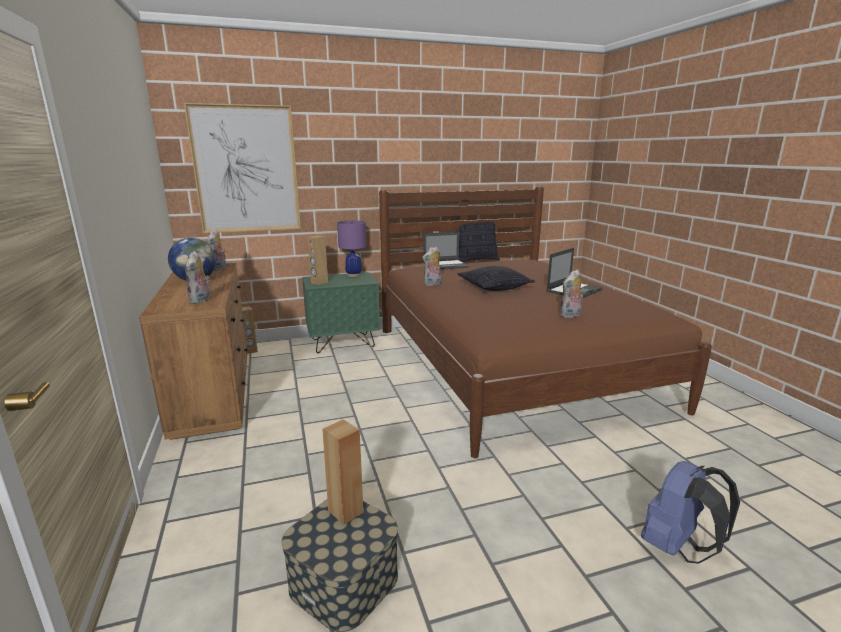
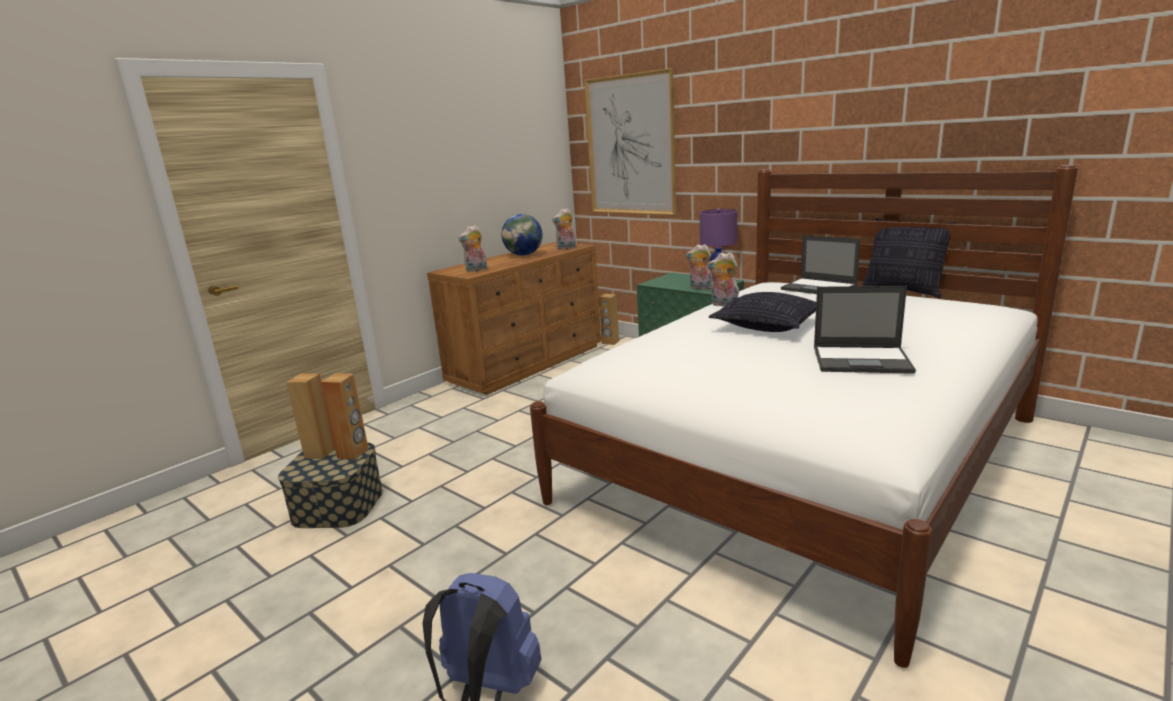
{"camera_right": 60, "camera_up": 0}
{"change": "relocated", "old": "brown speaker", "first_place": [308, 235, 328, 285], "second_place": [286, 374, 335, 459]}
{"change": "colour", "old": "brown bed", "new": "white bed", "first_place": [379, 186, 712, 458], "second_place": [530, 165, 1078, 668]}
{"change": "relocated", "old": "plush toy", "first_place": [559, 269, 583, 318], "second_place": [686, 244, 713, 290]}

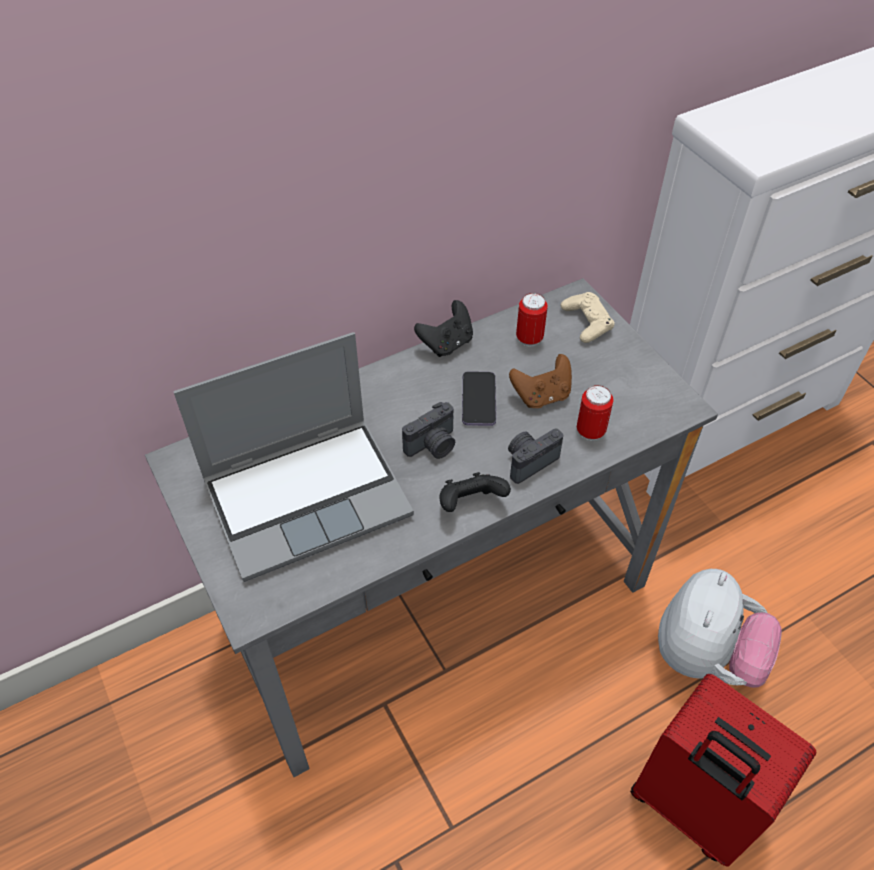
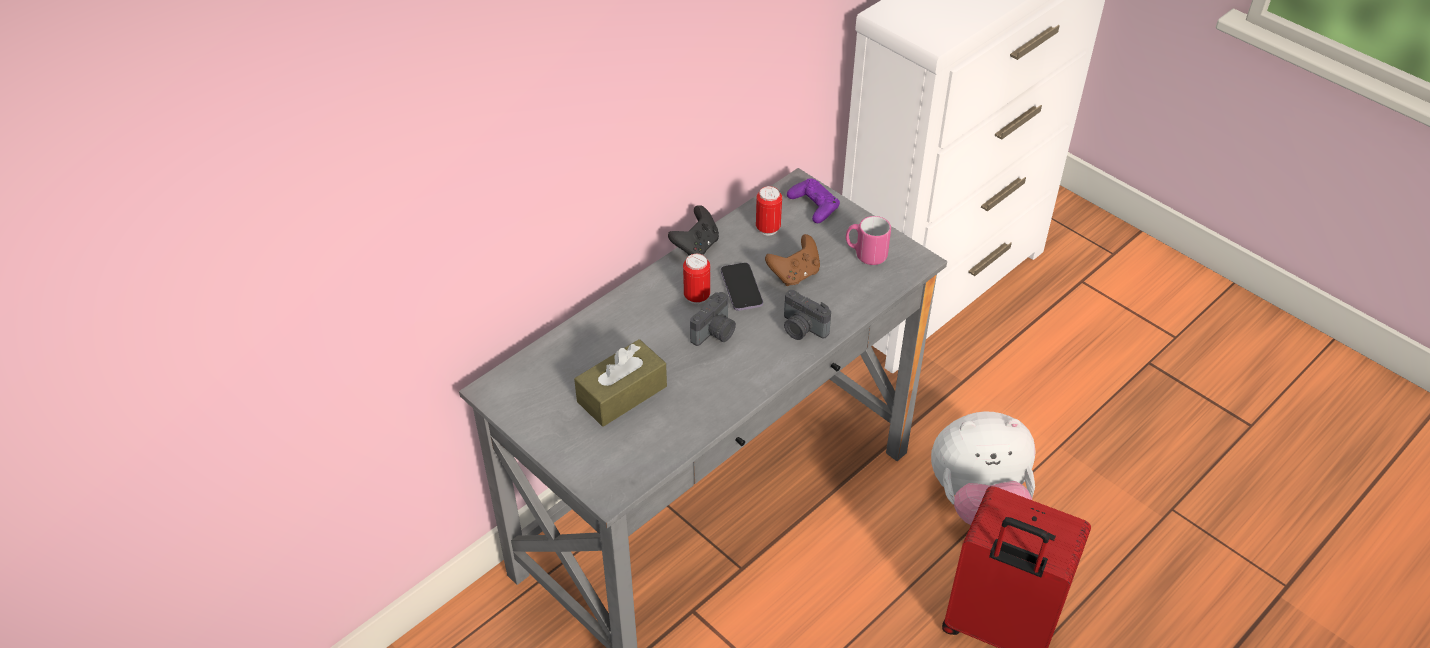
{"camera_right": -15, "camera_up": -5}
{"change": "exchanged", "old": "laptop", "new": "brown tissue box", "first_place": [174, 332, 414, 582], "second_place": [574, 339, 667, 427]}
{"change": "relocated", "old": "can", "first_place": [577, 385, 614, 441], "second_place": [683, 254, 710, 304]}
{"change": "spun", "old": "photo camera", "first_place": [508, 429, 563, 484], "second_place": [784, 290, 831, 340], "degrees": -90}
{"change": "colour", "old": "beige game controller", "new": "purple game controller", "first_place": [560, 292, 615, 343], "second_place": [787, 178, 840, 223]}
{"change": "appeared", "new": "pink mug", "second_place": [846, 216, 891, 265]}
{"change": "spun", "old": "plush toy", "first_place": [658, 569, 782, 688], "second_place": [931, 412, 1036, 525], "degrees": 75}
{"change": "missing", "old": "black game controller", "first_place": [439, 472, 511, 512]}

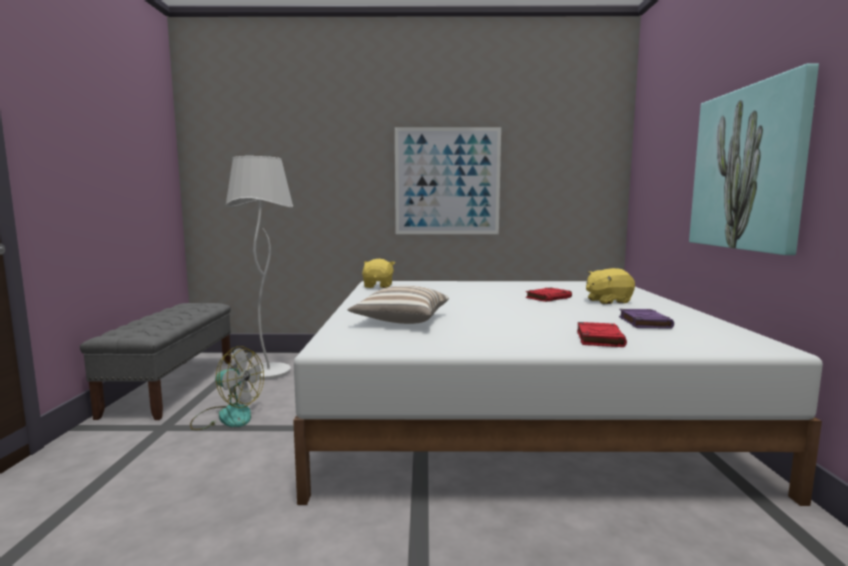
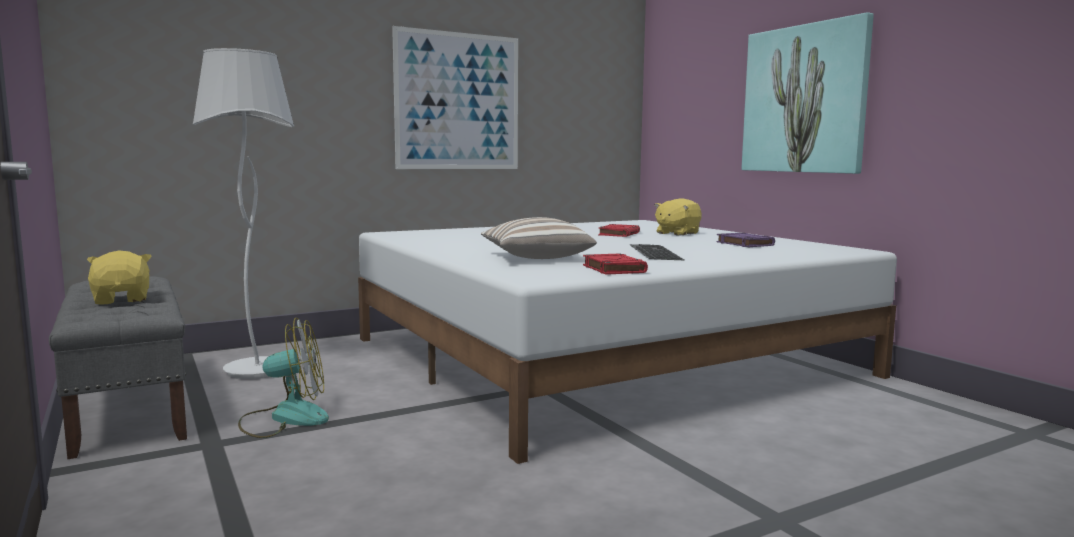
{"camera_right": -30, "camera_up": 0}
{"change": "relocated", "old": "yellow plush toy", "first_place": [362, 259, 395, 288], "second_place": [87, 250, 152, 305]}
{"change": "relocated", "old": "red book", "first_place": [577, 322, 627, 347], "second_place": [583, 254, 648, 275]}
{"change": "appeared", "new": "keyboard", "second_place": [630, 244, 684, 260]}

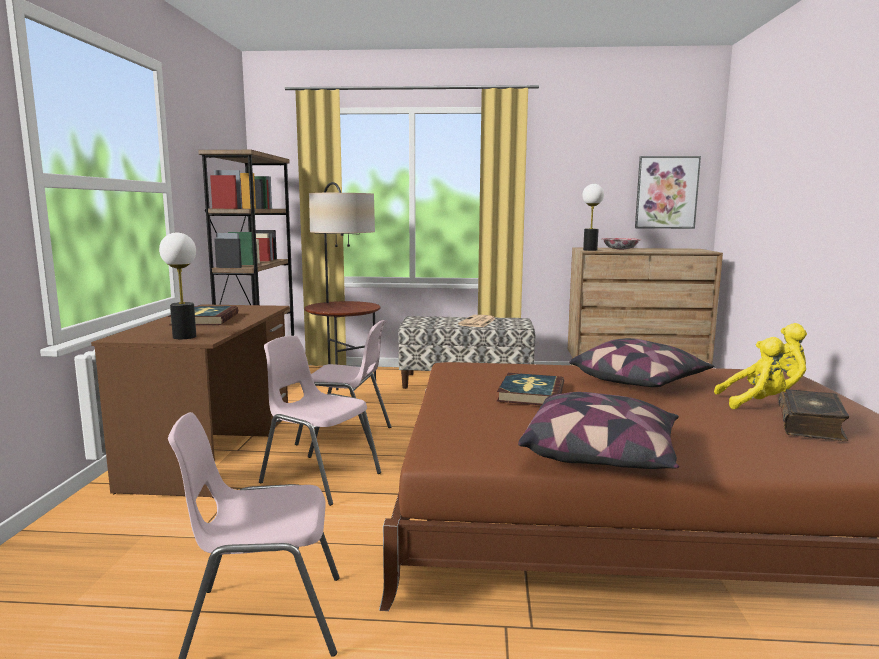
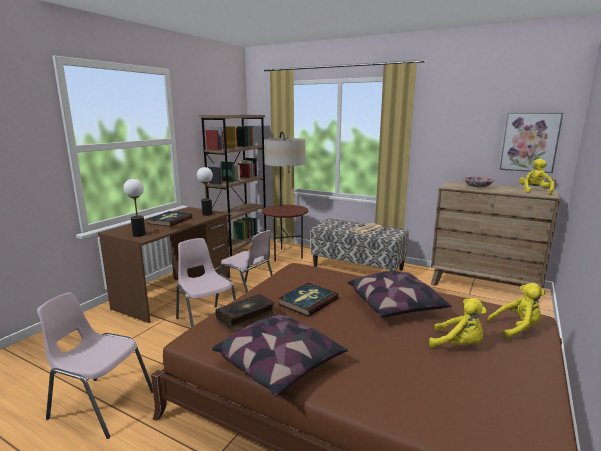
{"camera_right": 25, "camera_up": 5}
{"change": "relocated", "old": "table lamp", "first_place": [582, 184, 604, 251], "second_place": [197, 167, 213, 216]}
{"change": "relocated", "old": "book", "first_place": [778, 389, 849, 441], "second_place": [215, 294, 275, 333]}
{"change": "appeared", "new": "yellow plush toy", "second_place": [519, 159, 555, 195]}

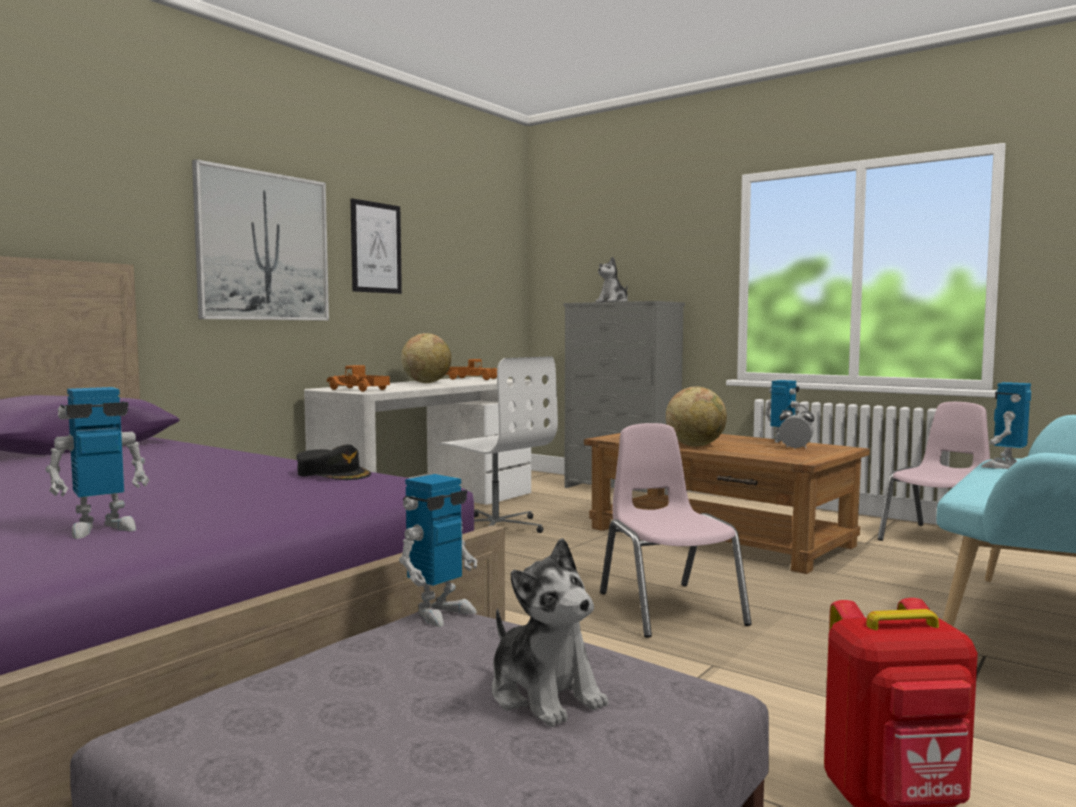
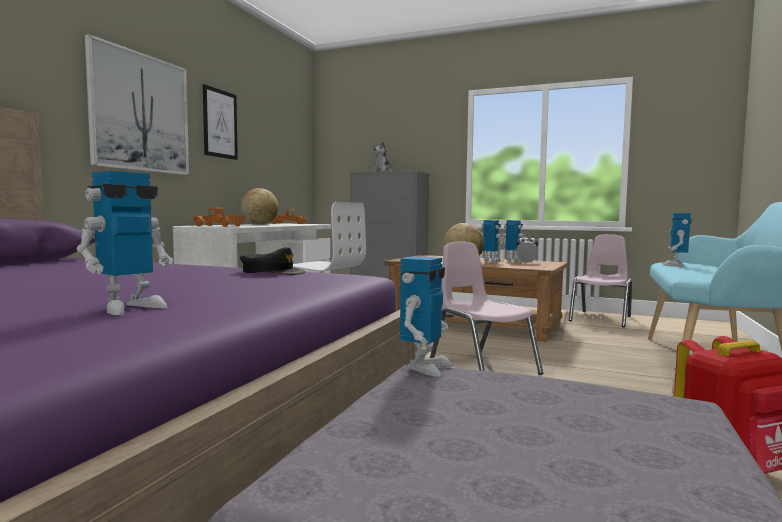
{"camera_right": -15, "camera_up": 0}
{"change": "appeared", "new": "toy robot", "second_place": [481, 220, 505, 262]}
{"change": "missing", "old": "plush toy", "first_place": [492, 538, 608, 727]}

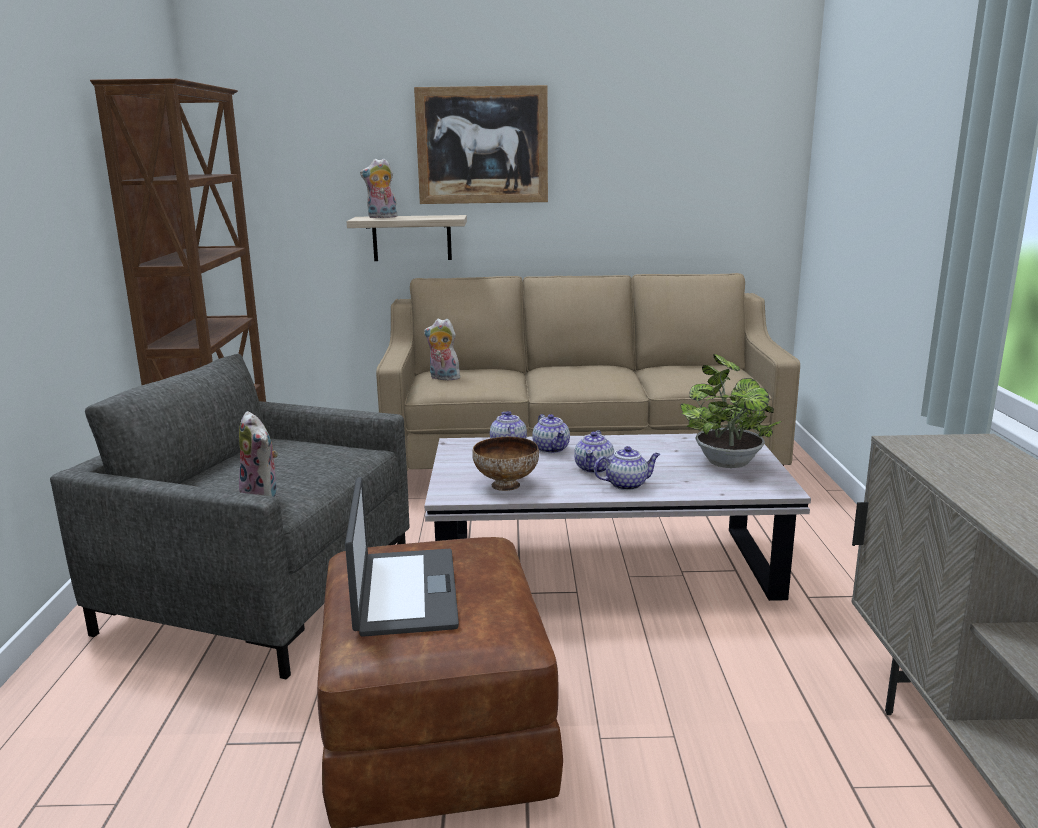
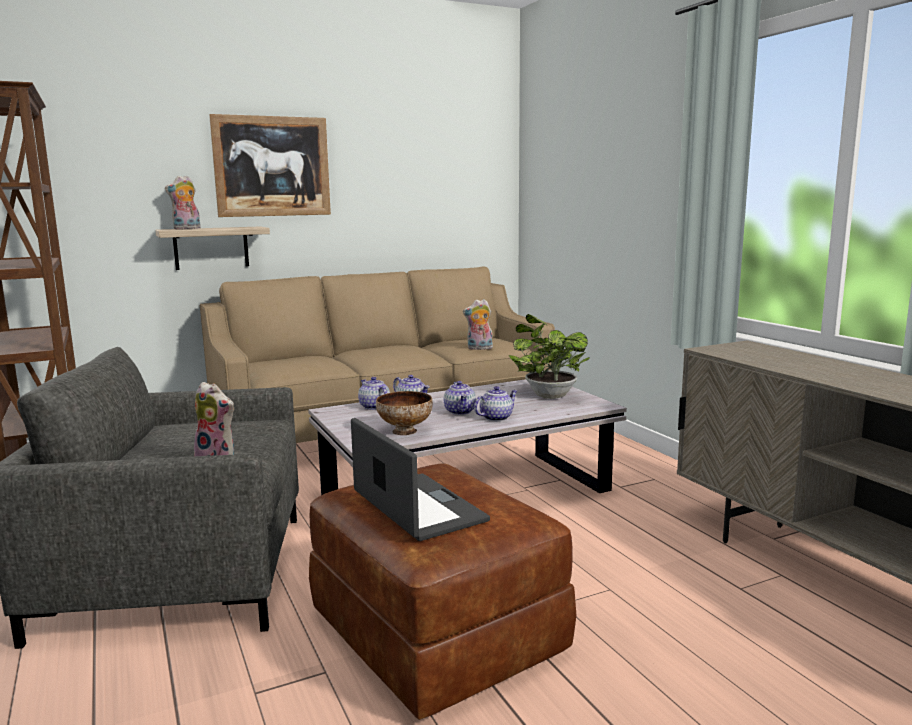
{"camera_right": -25, "camera_up": -5}
{"change": "relocated", "old": "plush toy", "first_place": [424, 319, 460, 380], "second_place": [463, 299, 493, 350]}

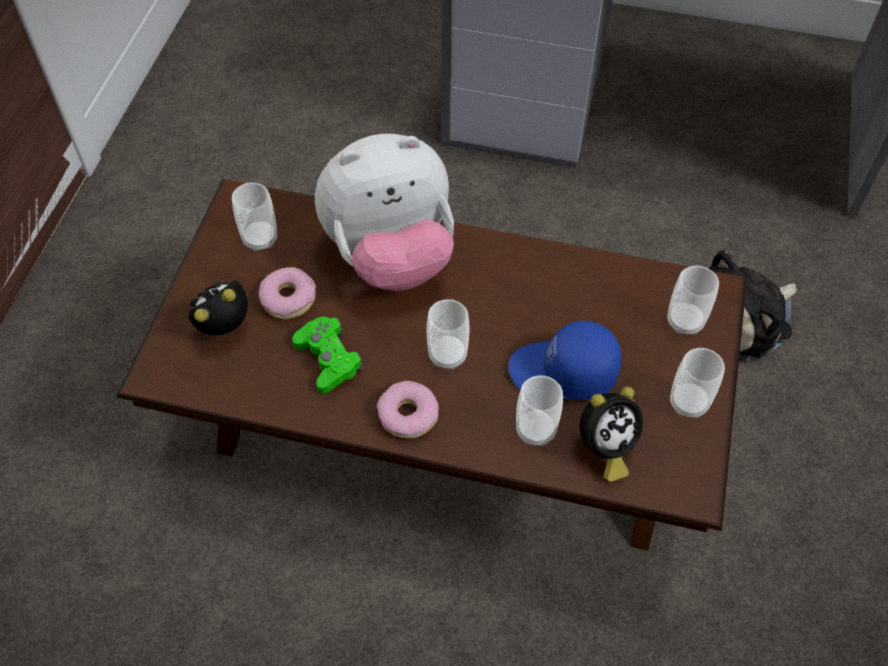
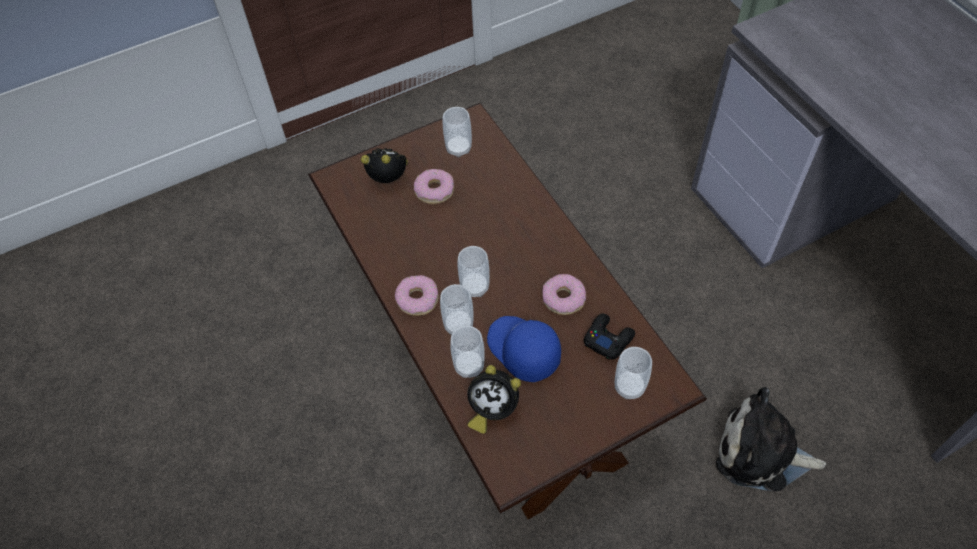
{"camera_right": 50, "camera_up": 0}
{"change": "relocated", "old": "cup", "first_place": [670, 348, 725, 418], "second_place": [440, 284, 474, 335]}
{"change": "appeared", "new": "donut", "second_place": [542, 274, 586, 315]}
{"change": "appeared", "new": "black game controller", "second_place": [584, 314, 635, 360]}
{"change": "missing", "old": "green game controller", "first_place": [292, 317, 363, 394]}
{"change": "missing", "old": "plush toy", "first_place": [315, 134, 454, 291]}

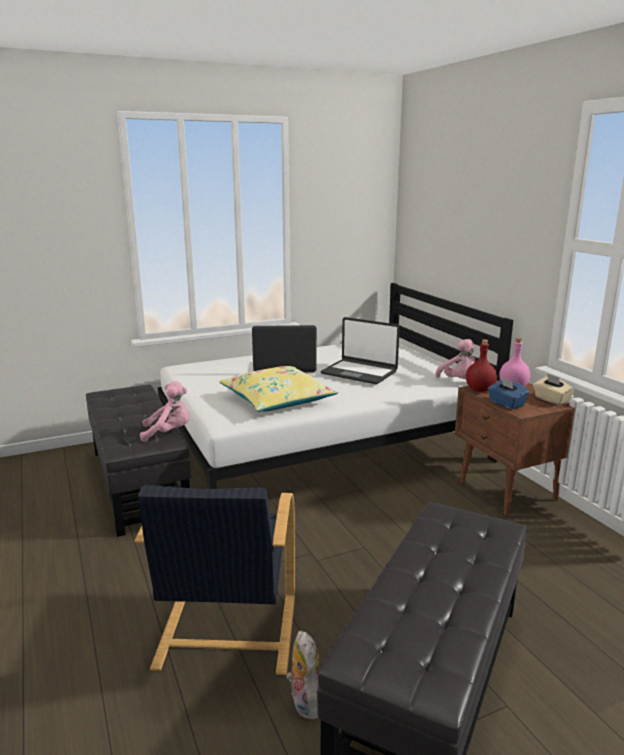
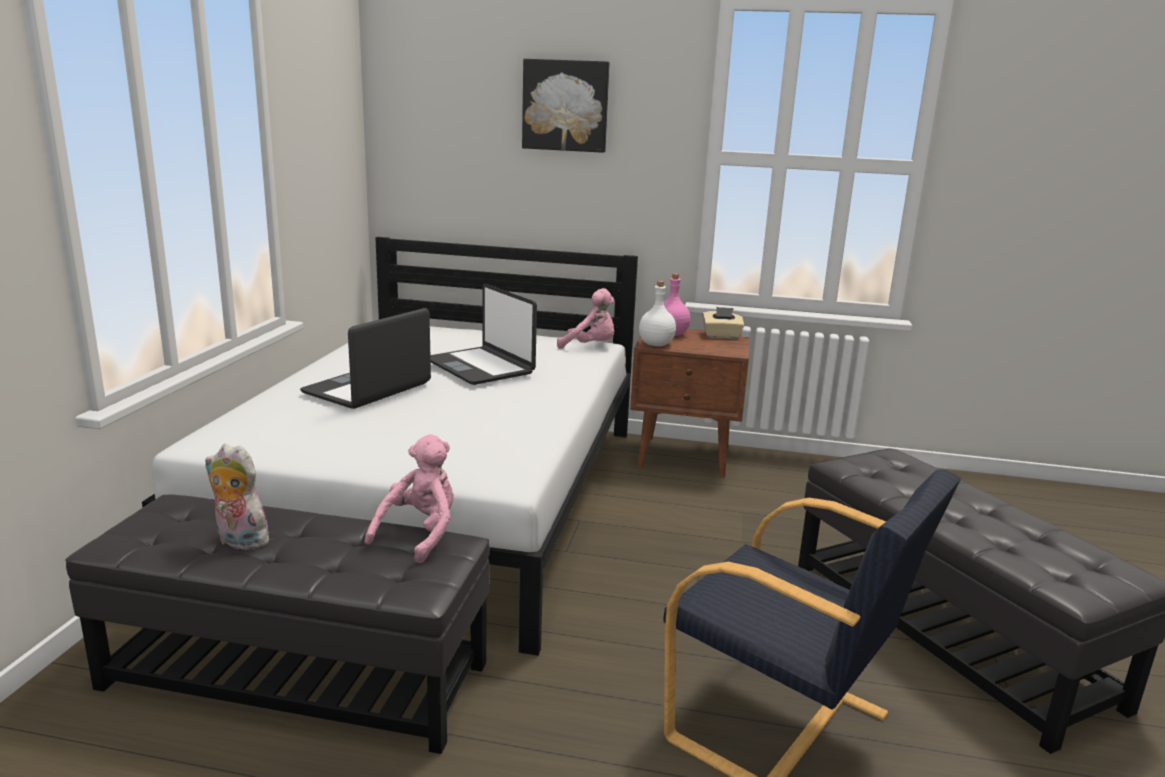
{"camera_right": -55, "camera_up": 0}
{"change": "relocated", "old": "plush toy", "first_place": [286, 631, 320, 720], "second_place": [205, 444, 271, 550]}
{"change": "spun", "old": "laptop", "first_place": [320, 317, 400, 384], "second_place": [430, 284, 537, 385], "degrees": 75}
{"change": "appeared", "new": "picture", "second_place": [522, 59, 610, 153]}
{"change": "colour", "old": "red bottle", "new": "white bottle", "first_place": [466, 339, 497, 392], "second_place": [639, 281, 676, 346]}
{"change": "missing", "old": "yellow pillow", "first_place": [219, 366, 338, 412]}
{"change": "missing", "old": "blue tissue box", "first_place": [488, 377, 529, 409]}

